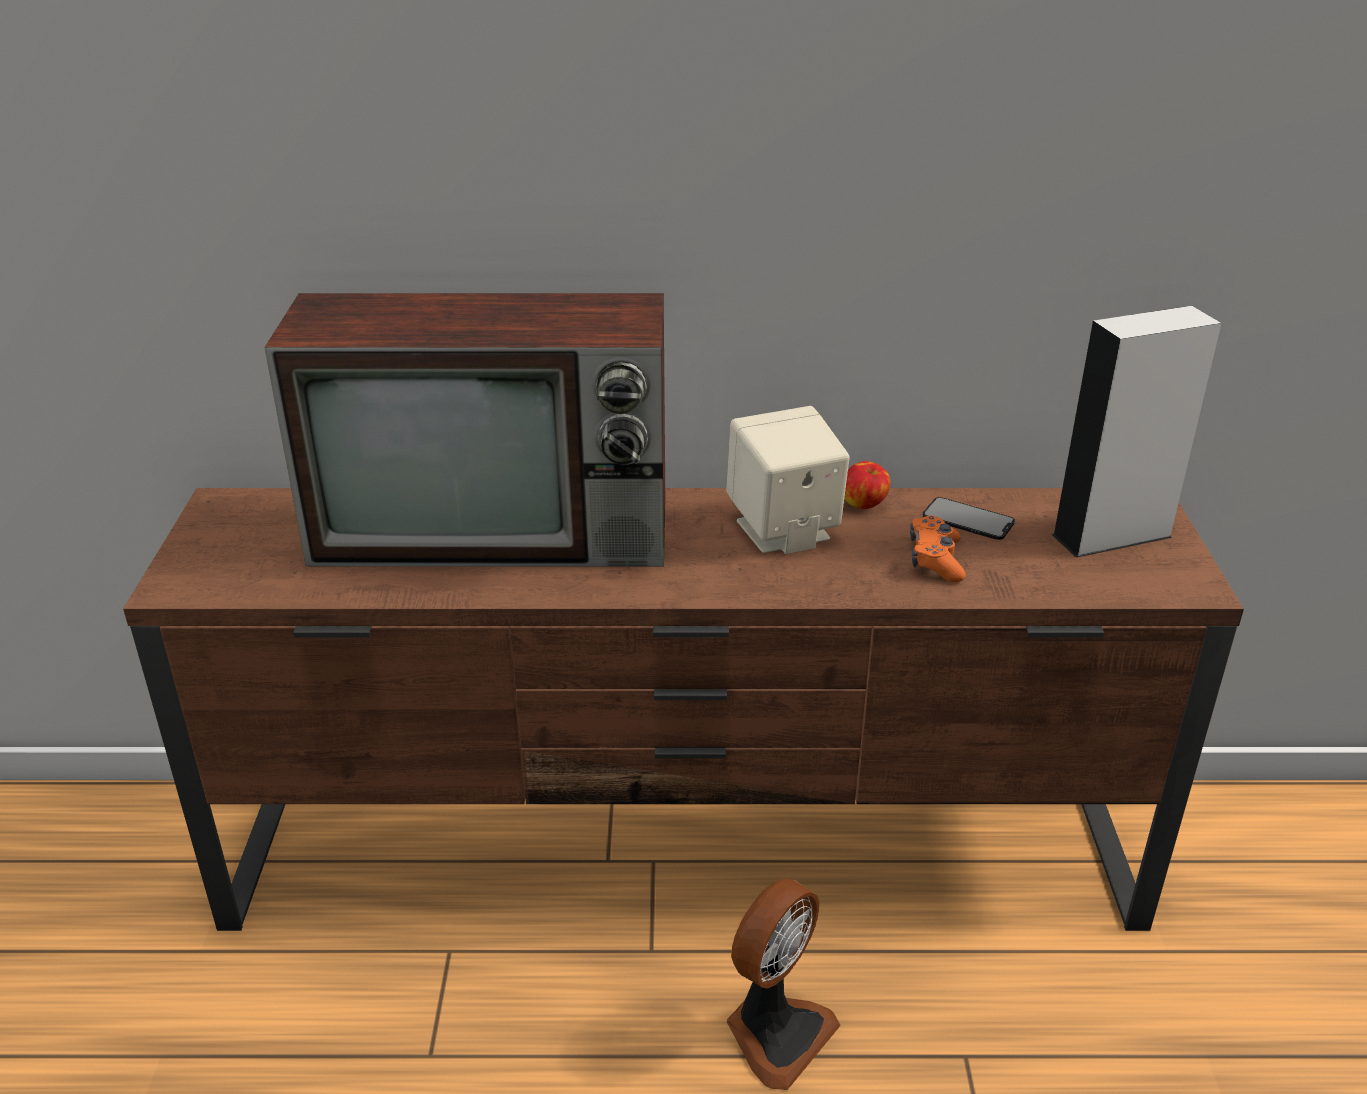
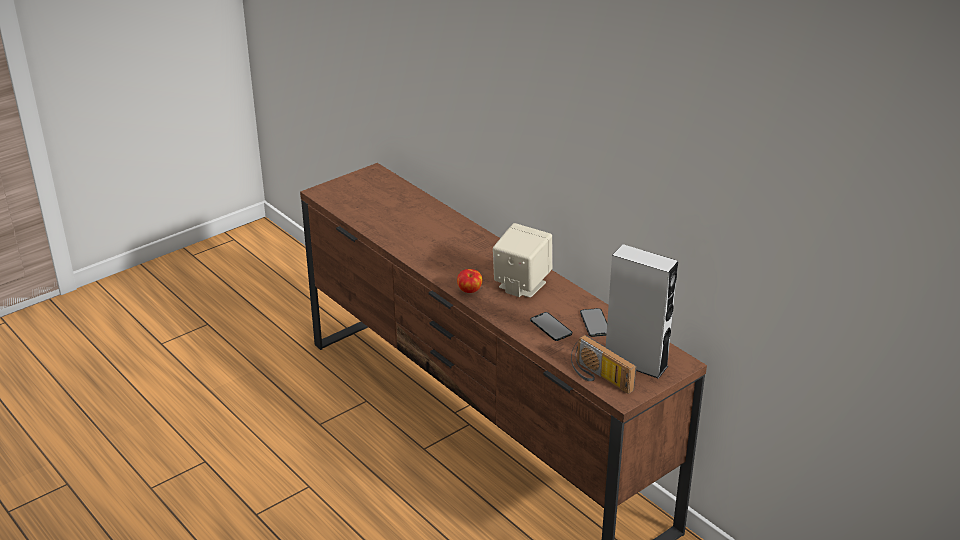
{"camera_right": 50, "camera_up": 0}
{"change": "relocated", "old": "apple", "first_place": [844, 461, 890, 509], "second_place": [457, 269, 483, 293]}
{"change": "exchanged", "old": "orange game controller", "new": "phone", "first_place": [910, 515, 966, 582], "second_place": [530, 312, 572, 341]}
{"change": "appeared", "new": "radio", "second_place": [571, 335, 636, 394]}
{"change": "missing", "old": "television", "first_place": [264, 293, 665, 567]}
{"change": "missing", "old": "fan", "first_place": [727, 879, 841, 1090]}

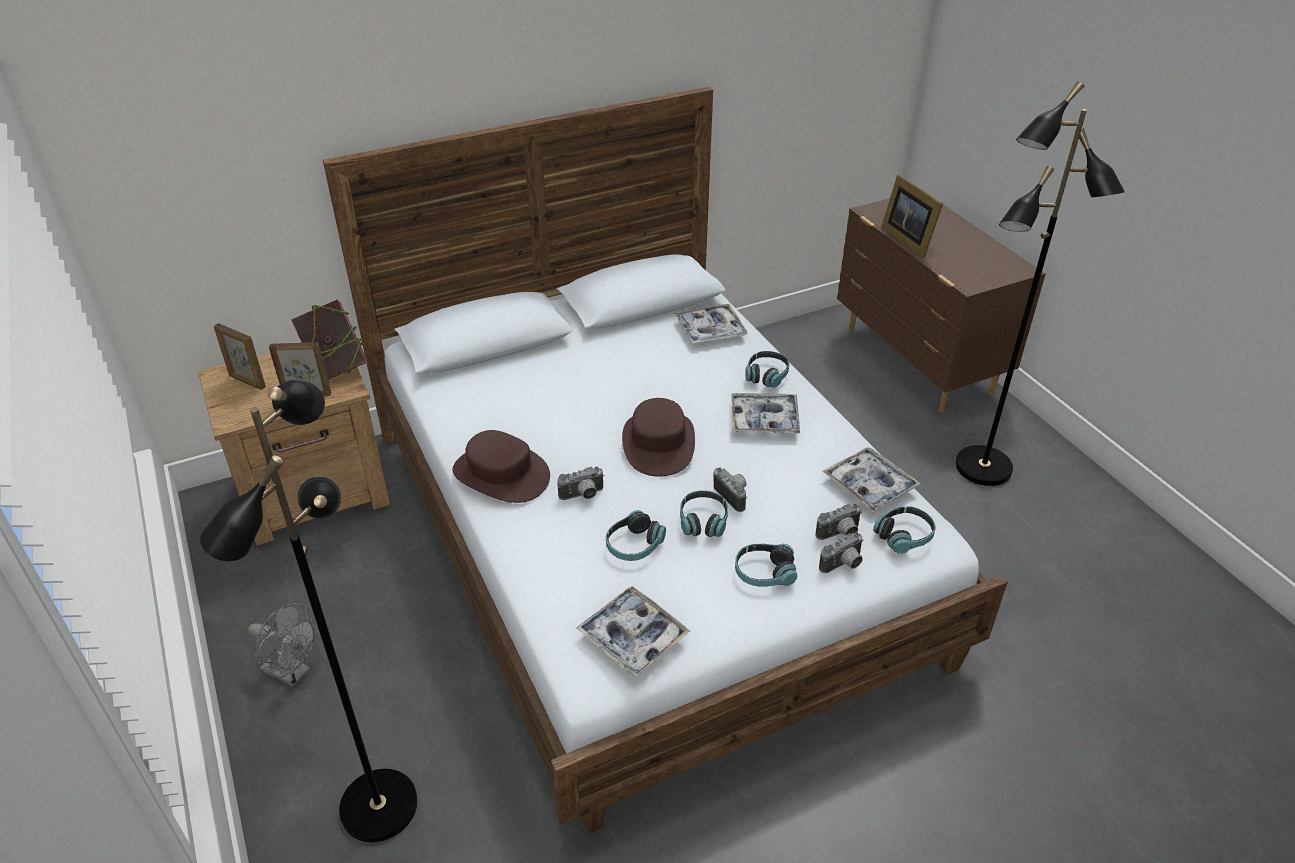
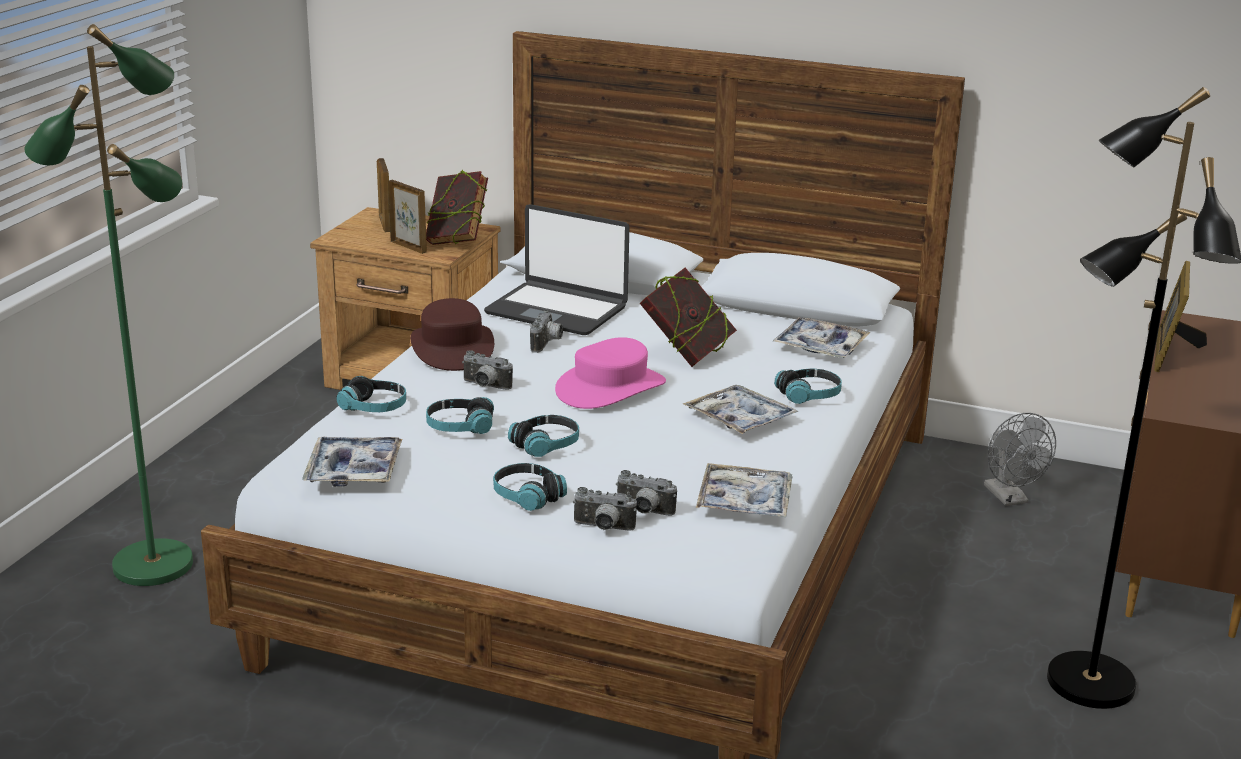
{"camera_right": 45, "camera_up": -15}
{"change": "colour", "old": "black floor lamp", "new": "green floor lamp", "first_place": [200, 380, 418, 842], "second_place": [24, 24, 193, 586]}
{"change": "relocated", "old": "headphones", "first_place": [873, 506, 936, 554], "second_place": [336, 376, 406, 412]}
{"change": "appeared", "new": "laptop", "second_place": [484, 204, 630, 335]}
{"change": "relocated", "old": "photo camera", "first_place": [714, 467, 747, 512], "second_place": [530, 310, 563, 353]}
{"change": "colour", "old": "brown hat", "new": "pink hat", "first_place": [622, 398, 695, 477], "second_place": [555, 337, 666, 409]}
{"change": "appeared", "new": "book", "second_place": [640, 268, 737, 367]}
{"change": "relocated", "old": "grey fan", "first_place": [248, 603, 315, 687], "second_place": [984, 413, 1056, 506]}

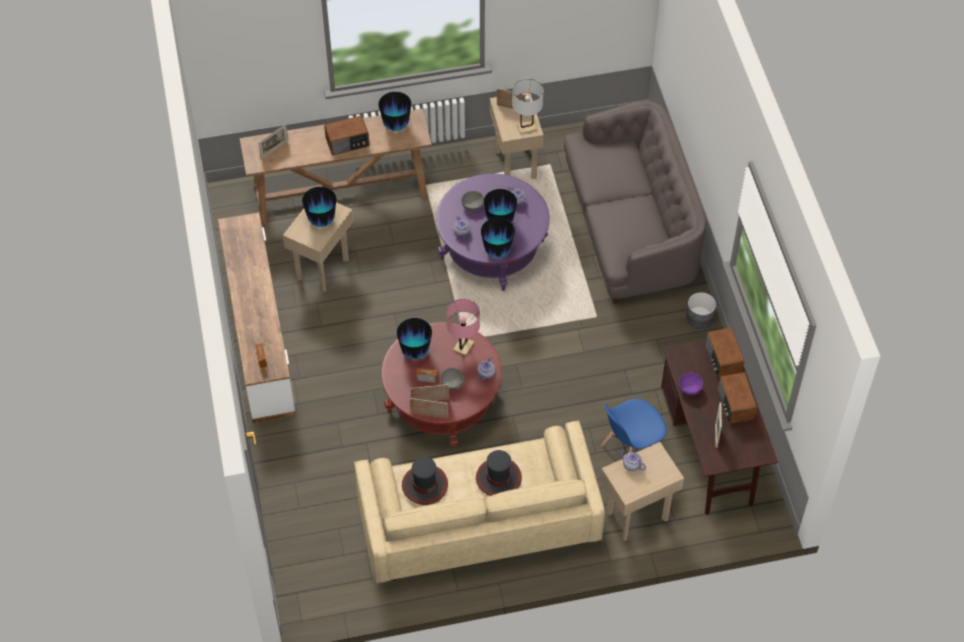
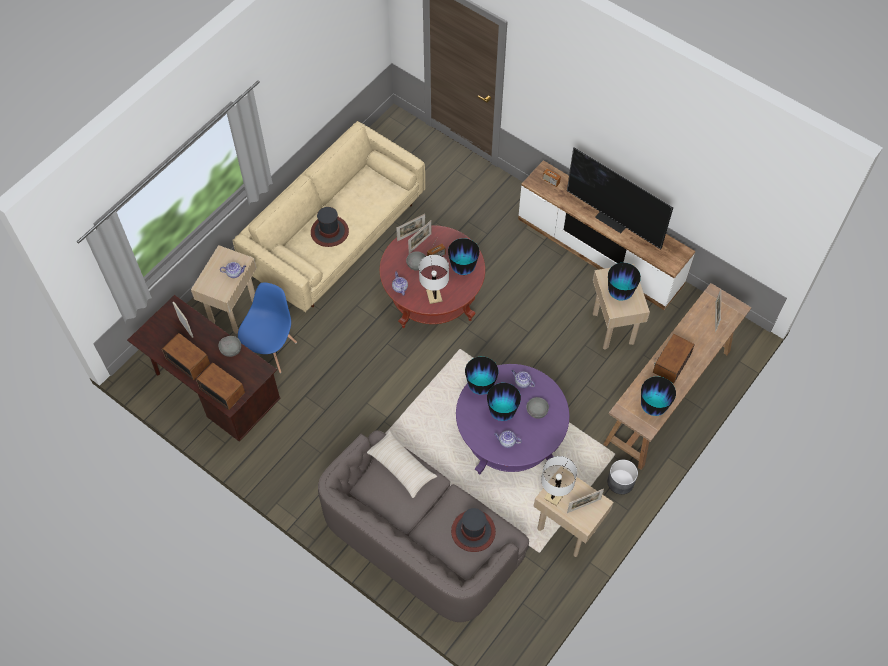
{"camera_right": 140, "camera_up": 5}
{"change": "colour", "old": "purple bowl", "new": "grey bowl", "first_place": [679, 373, 703, 395], "second_place": [219, 336, 241, 357]}
{"change": "appeared", "new": "beige pillow", "second_place": [367, 431, 437, 498]}
{"change": "colour", "old": "pink table lamp", "new": "white table lamp", "first_place": [447, 299, 480, 356], "second_place": [419, 254, 449, 304]}
{"change": "relocated", "old": "hat", "first_place": [402, 457, 448, 505], "second_place": [451, 508, 496, 552]}
{"change": "appeared", "new": "television", "second_place": [567, 147, 673, 249]}
{"change": "relocated", "old": "grey planter", "first_place": [686, 292, 716, 329], "second_place": [607, 460, 638, 494]}

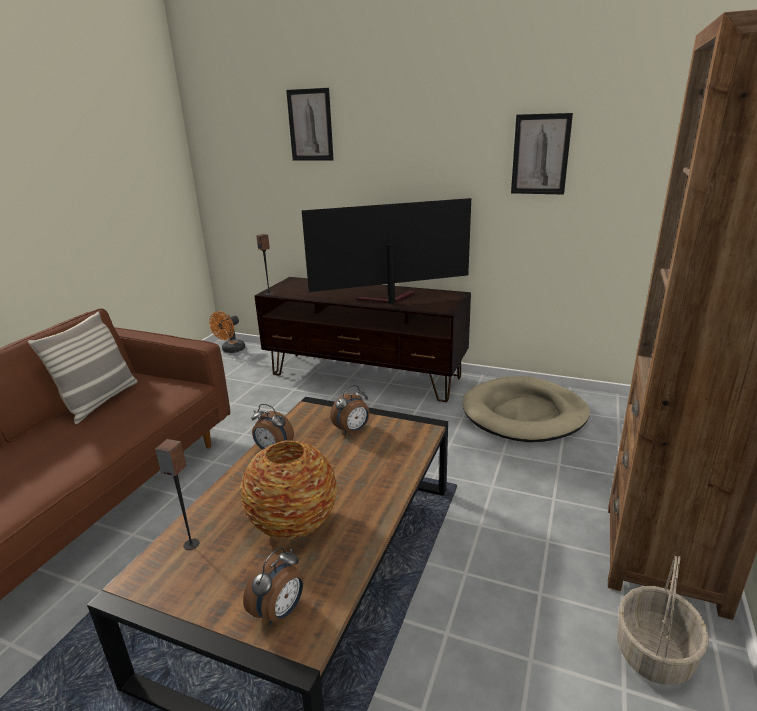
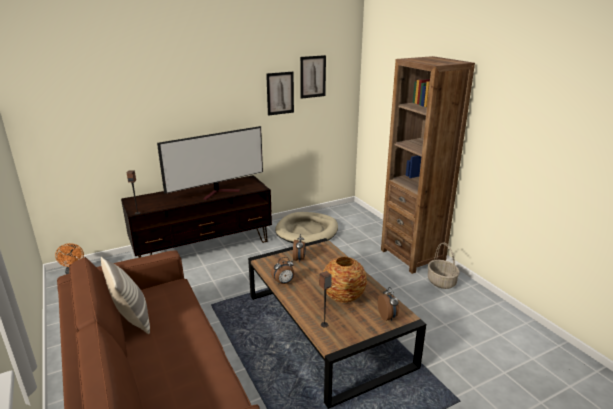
{"camera_right": -50, "camera_up": 0}
{"change": "spun", "old": "television", "first_place": [302, 198, 471, 304], "second_place": [157, 126, 263, 200], "degrees": -150}
{"change": "relocated", "old": "picture", "first_place": [286, 88, 333, 161], "second_place": [300, 55, 326, 99]}

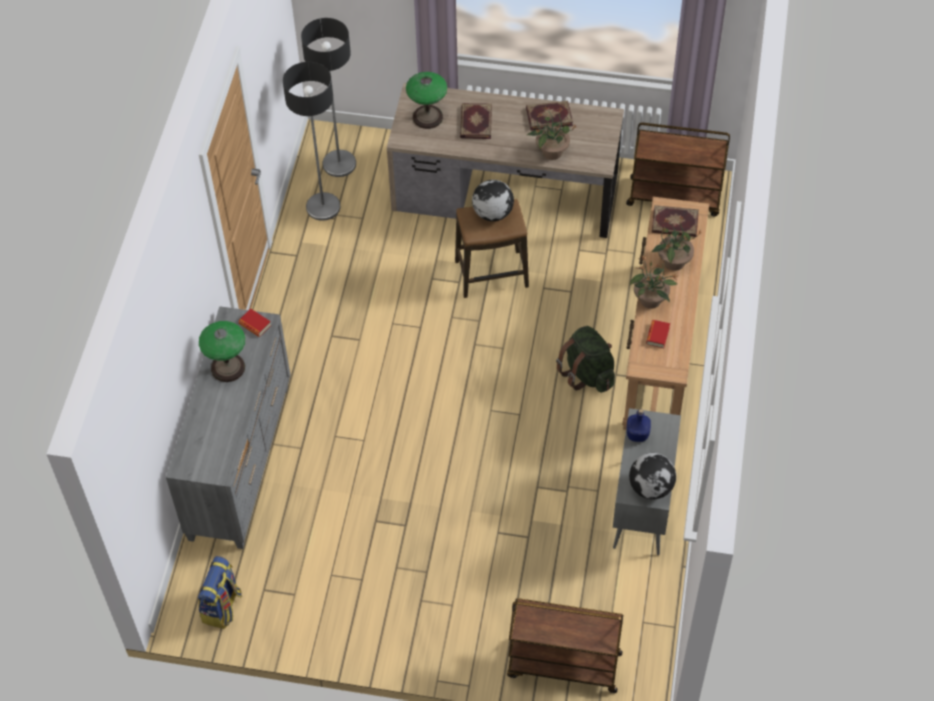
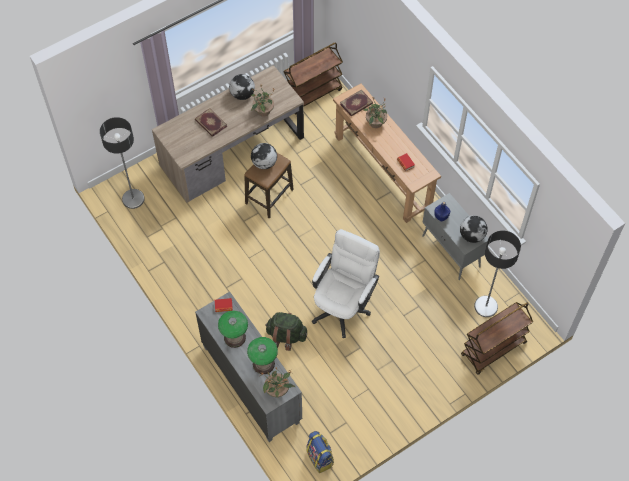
{"camera_right": -45, "camera_up": 5}
{"change": "exchanged", "old": "book", "new": "globe", "first_place": [526, 101, 573, 131], "second_place": [229, 74, 255, 100]}
{"change": "relocated", "old": "table lamp", "first_place": [406, 72, 447, 129], "second_place": [247, 337, 278, 374]}
{"change": "relocated", "old": "potted plant", "first_place": [630, 256, 679, 309], "second_place": [260, 369, 295, 398]}
{"change": "relocated", "old": "green backpack", "first_place": [556, 326, 615, 392], "second_place": [265, 312, 307, 351]}
{"change": "appeared", "new": "white office chair", "second_place": [312, 229, 380, 338]}
{"change": "relocated", "old": "floor lamp", "first_place": [283, 62, 340, 221], "second_place": [474, 230, 521, 317]}

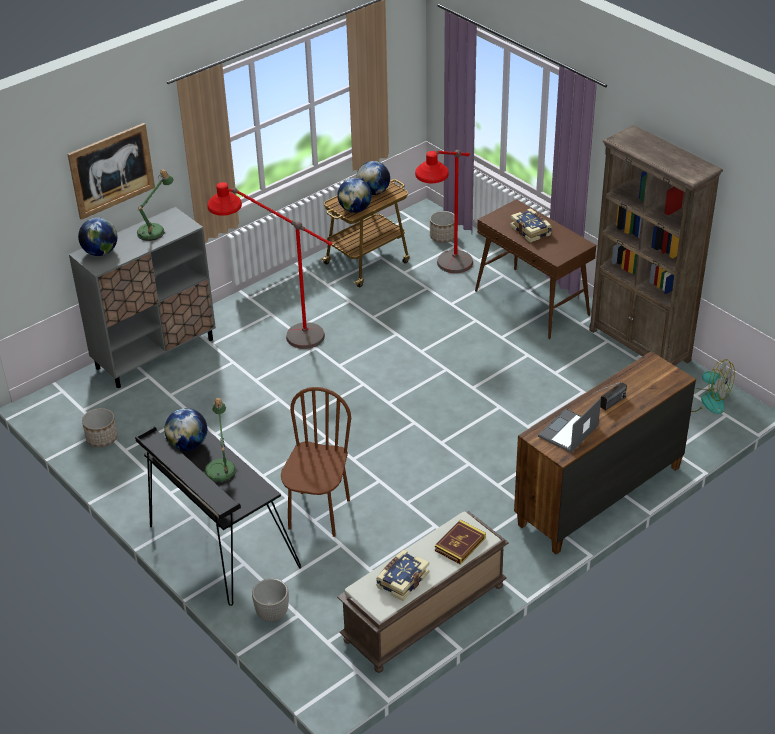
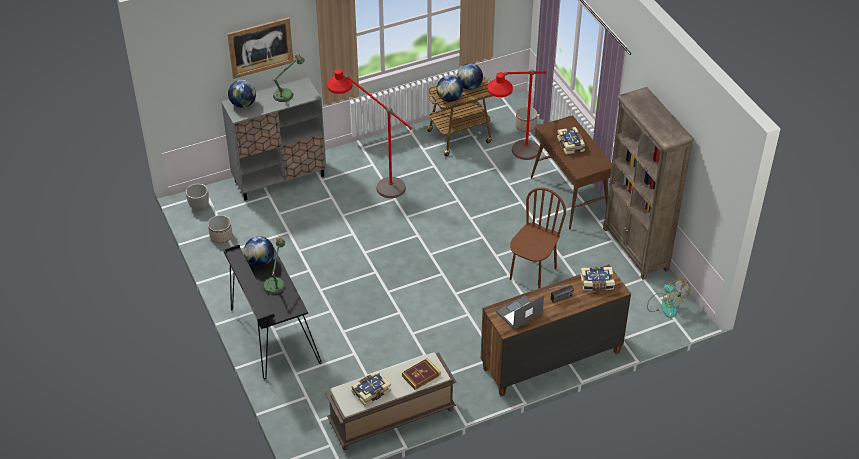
{"camera_right": 15, "camera_up": 5}
{"change": "relocated", "old": "planter", "first_place": [252, 578, 289, 622], "second_place": [186, 183, 209, 210]}
{"change": "relocated", "old": "brown chair", "first_place": [281, 387, 351, 537], "second_place": [510, 187, 566, 289]}
{"change": "appeared", "new": "book", "second_place": [580, 267, 615, 291]}

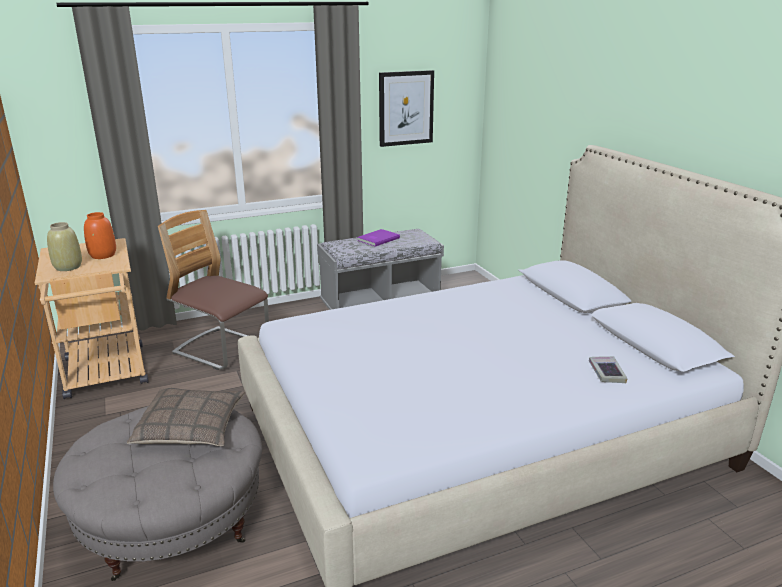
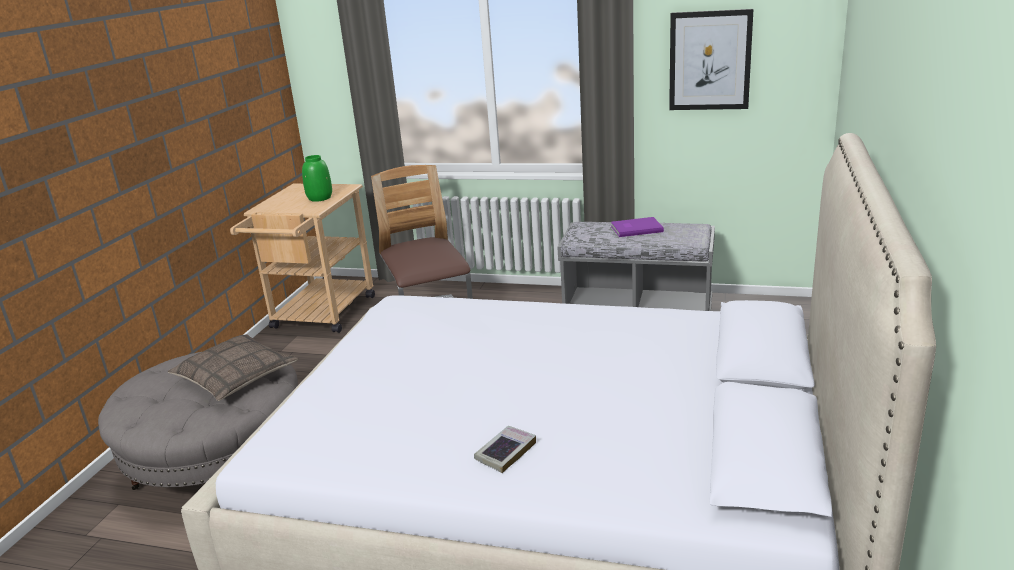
{"camera_right": 40, "camera_up": 0}
{"change": "colour", "old": "orange vase", "new": "green vase", "first_place": [84, 212, 116, 259], "second_place": [302, 155, 332, 202]}
{"change": "relocated", "old": "book", "first_place": [589, 356, 628, 383], "second_place": [474, 426, 536, 473]}
{"change": "missing", "old": "beige vase", "first_place": [47, 222, 82, 271]}

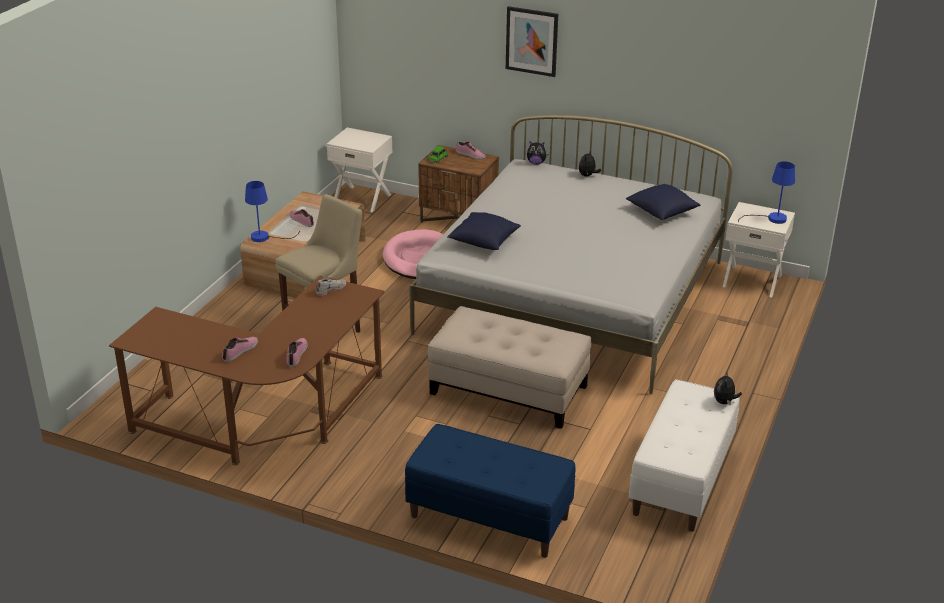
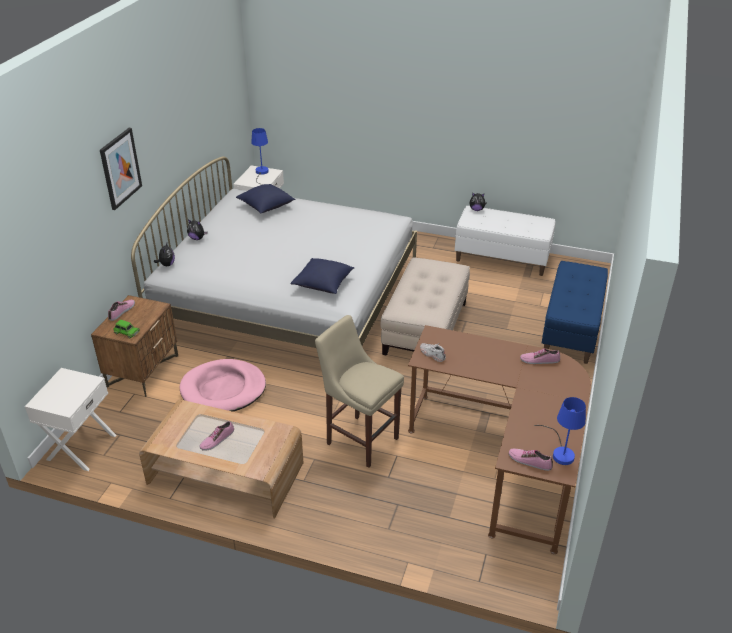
{"camera_right": -95, "camera_up": 5}
{"change": "relocated", "old": "shoe", "first_place": [222, 337, 258, 362], "second_place": [509, 449, 553, 471]}
{"change": "relocated", "old": "blue table lamp", "first_place": [245, 181, 300, 242], "second_place": [534, 397, 586, 465]}

